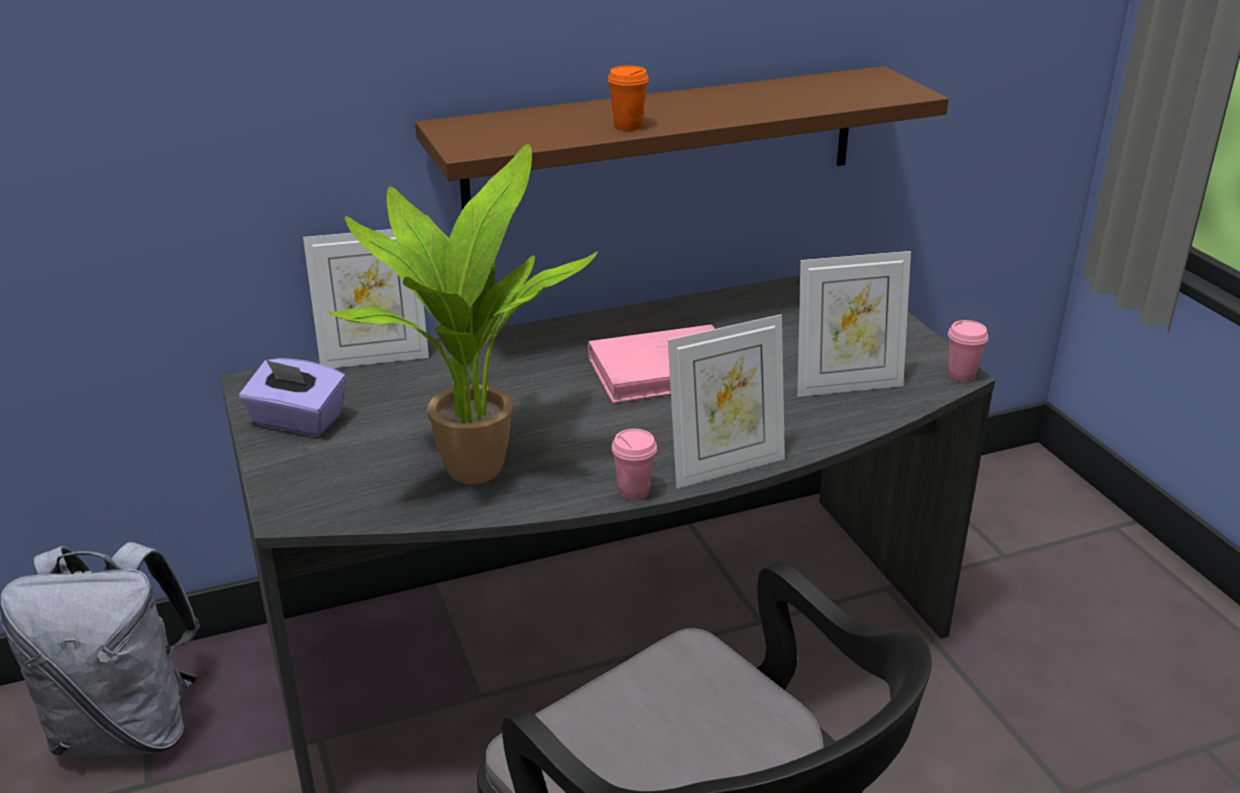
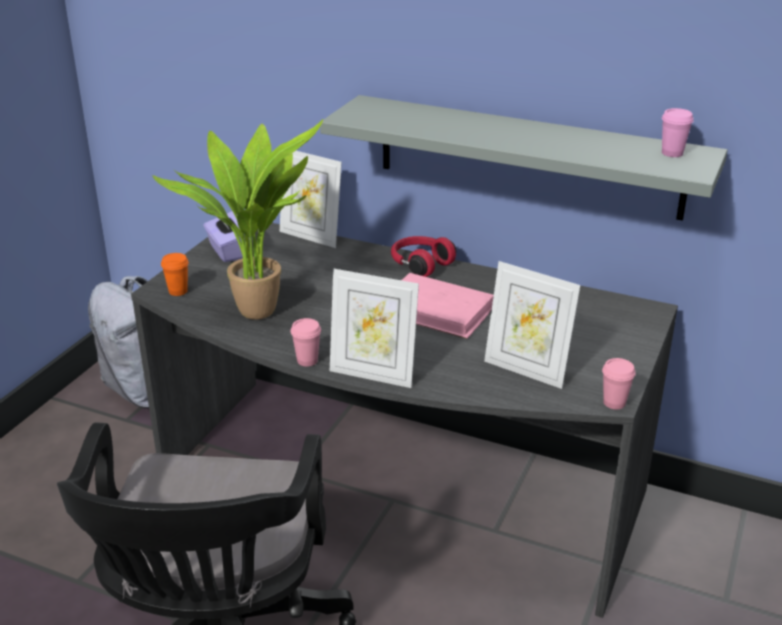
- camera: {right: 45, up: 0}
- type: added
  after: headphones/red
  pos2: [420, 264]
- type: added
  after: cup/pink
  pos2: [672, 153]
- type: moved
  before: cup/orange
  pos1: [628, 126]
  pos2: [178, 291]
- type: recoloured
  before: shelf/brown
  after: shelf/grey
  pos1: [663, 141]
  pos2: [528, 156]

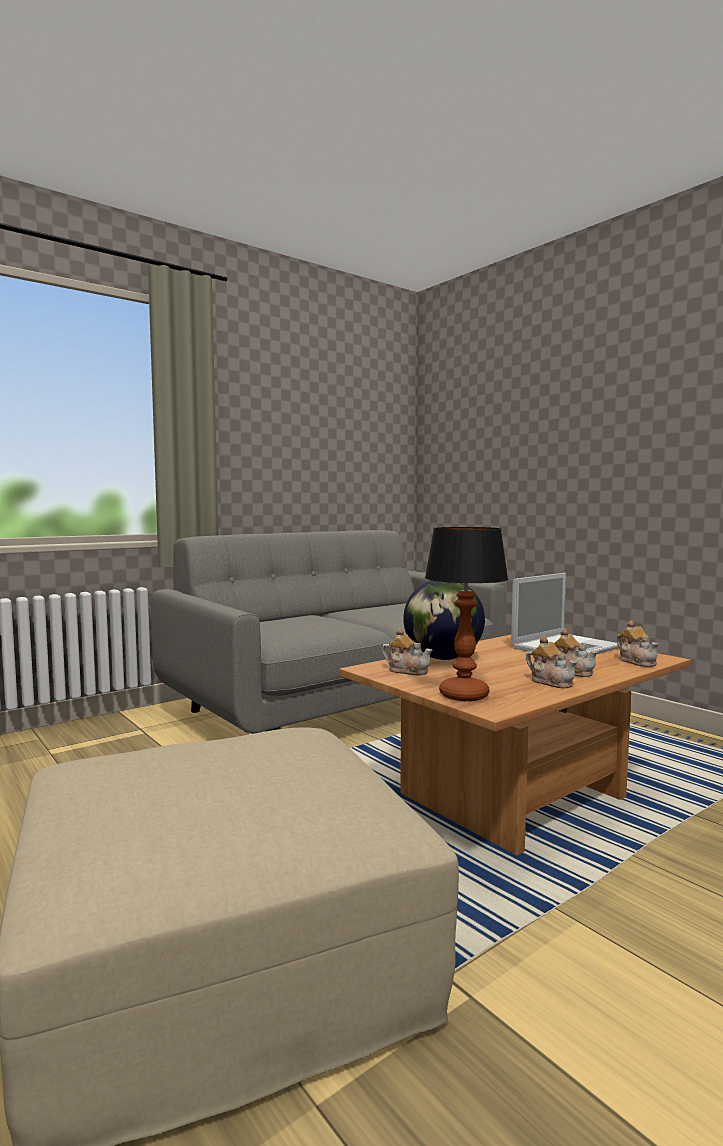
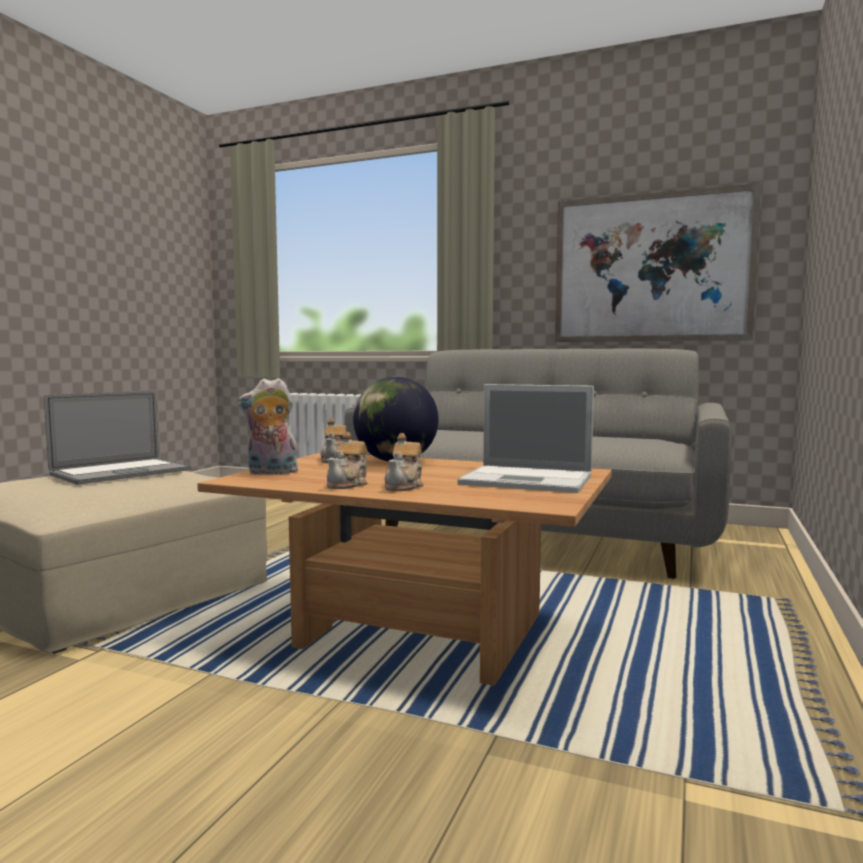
- camera: {right: 60, up: 0}
- type: removed
  before: teapot
  pos1: [637, 662]
- type: added
  after: laptop
  pos2: [121, 472]
- type: added
  after: picture
  pos2: [651, 268]
- type: replaced
  before: table lamp
  after: plush toy
  pos1: [463, 695]
  pos2: [271, 473]

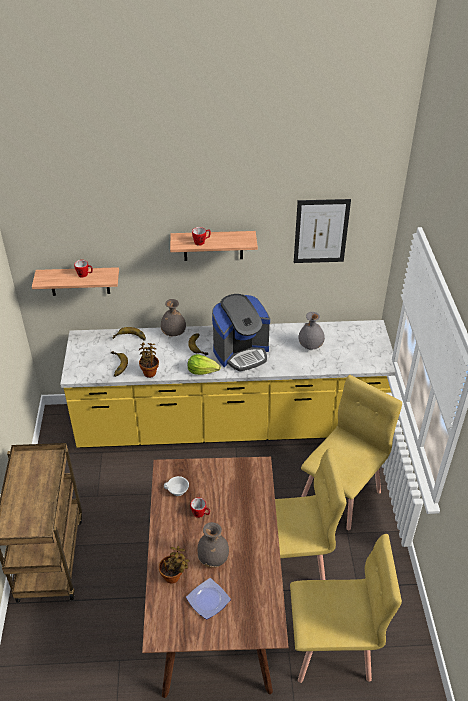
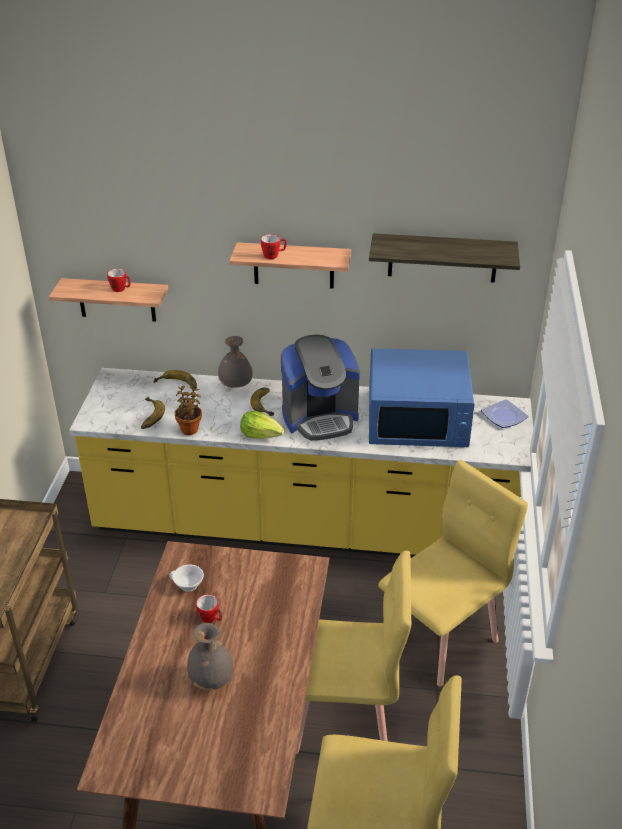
- camera: {right: 10, up: -5}
- type: removed
  before: potted plant
  pos1: [174, 577]
- type: moved
  before: plate
  pos1: [208, 599]
  pos2: [504, 416]
- type: replaced
  before: picture
  after: shelf
  pos1: [321, 231]
  pos2: [442, 258]
- type: replaced
  before: vase/grey
  after: microwave/blue
  pos1: [310, 345]
  pos2: [418, 420]

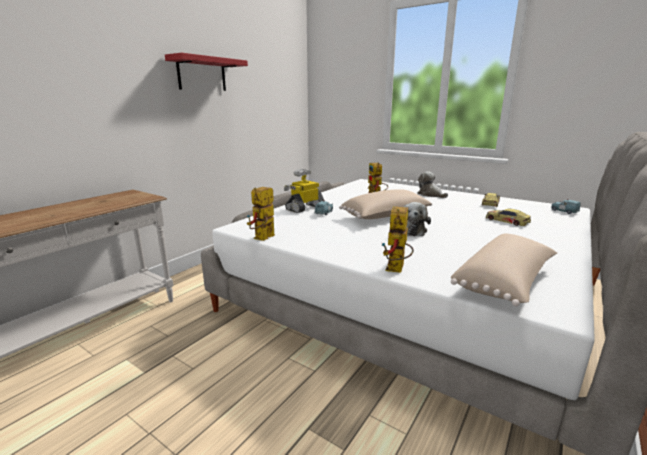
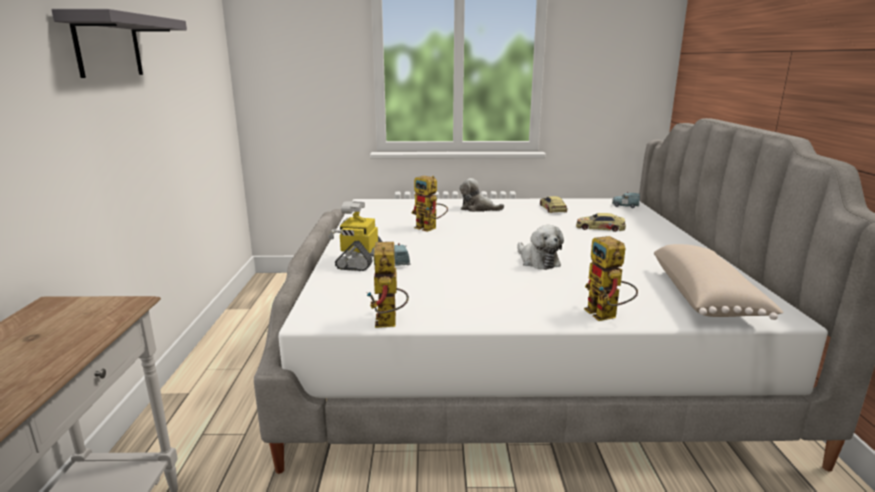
- camera: {right: -35, up: 0}
- type: removed
  before: pillow/beige
  pos1: [386, 217]
- type: recoloured
  before: shelf/red
  after: shelf/grey
  pos1: [202, 74]
  pos2: [108, 46]

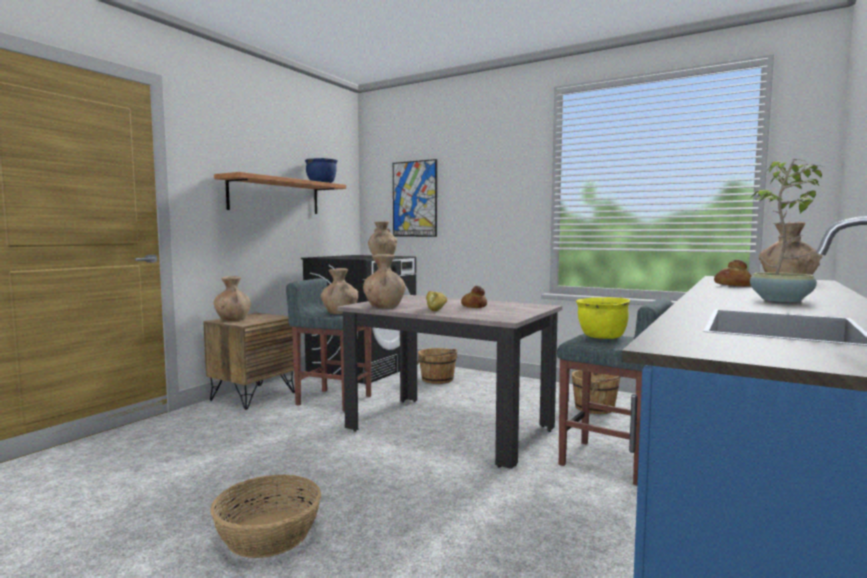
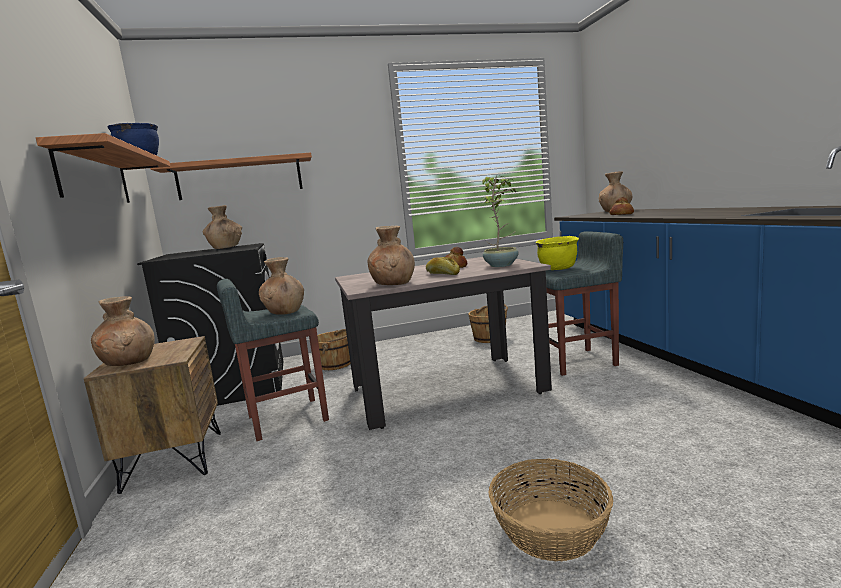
- camera: {right: -45, up: 5}
- type: moved
  before: potted plant
  pos1: [782, 300]
  pos2: [502, 265]
- type: replaced
  before: picture
  after: shelf
  pos1: [414, 199]
  pos2: [240, 178]

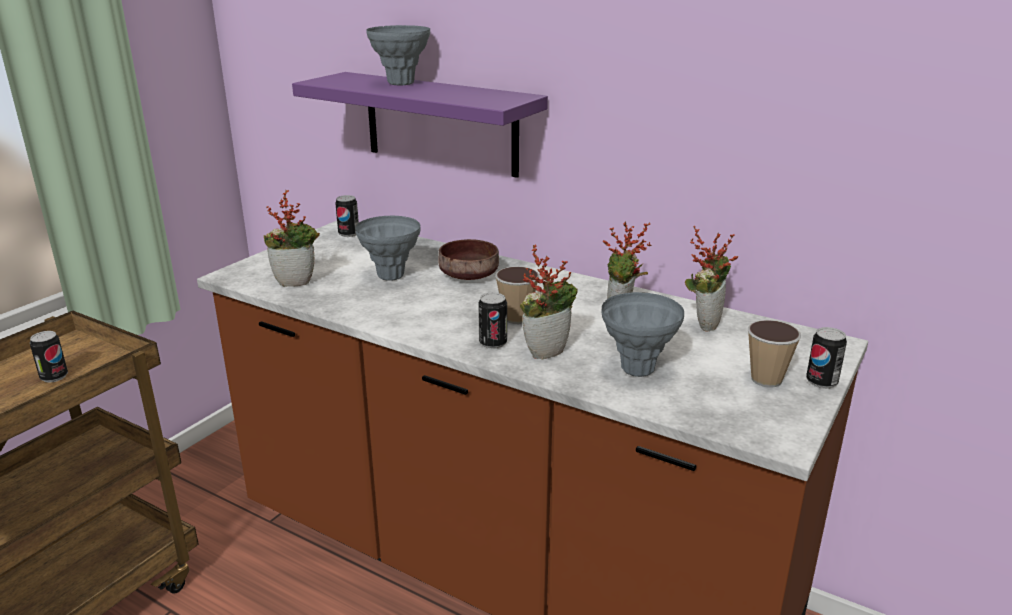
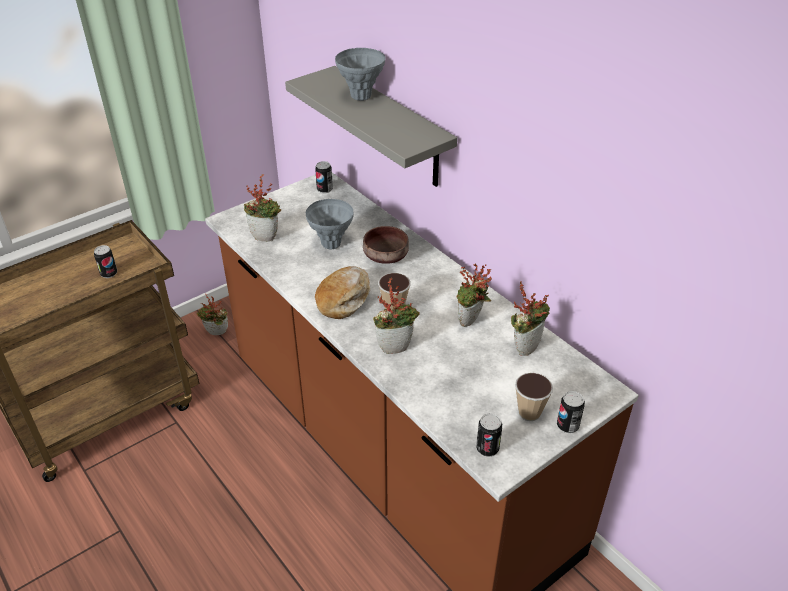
- camera: {right: 20, up: 15}
- type: removed
  before: vase/grey
  pos1: [637, 369]
- type: added
  after: potted plant
  pos2: [216, 334]
- type: added
  after: bread
  pos2: [344, 299]
- type: moved
  before: can
  pos1: [493, 343]
  pos2: [487, 448]
- type: recoloured
  before: shelf/purple
  after: shelf/grey
  pos1: [440, 123]
  pos2: [391, 128]

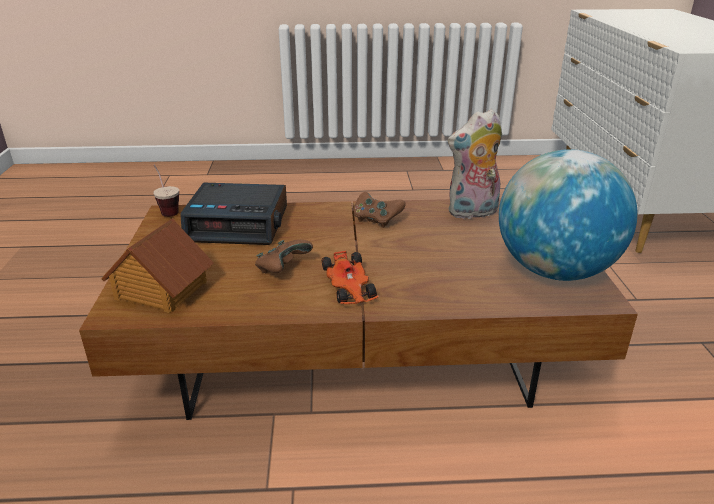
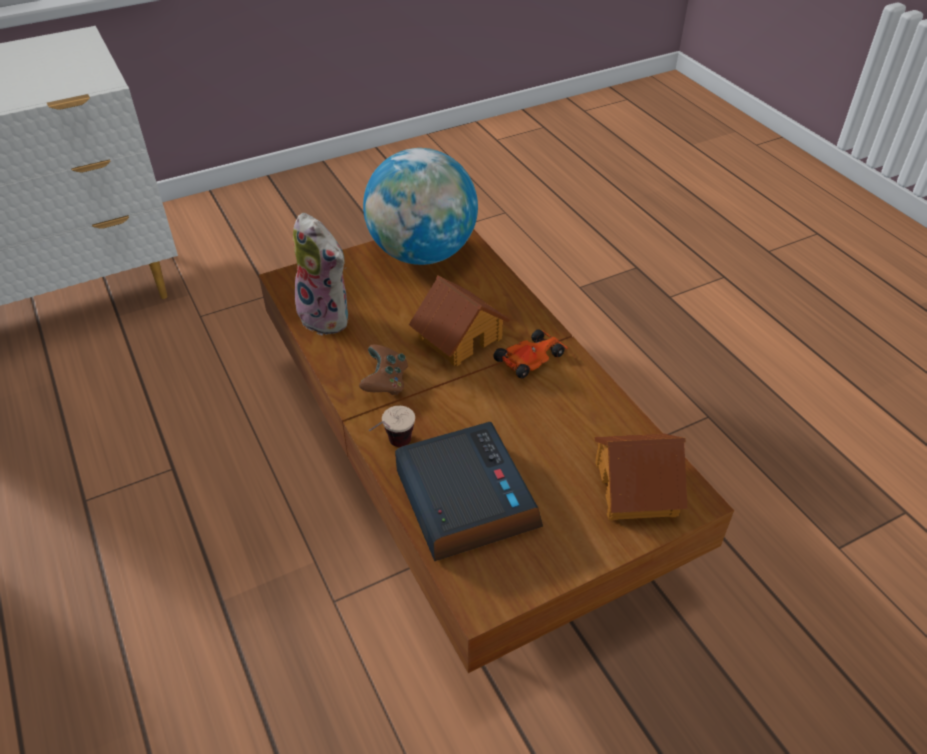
- camera: {right: -115, up: 15}
- type: removed
  before: game controller/brown
  pos1: [283, 269]
- type: added
  after: toy house
  pos2: [459, 337]
- type: moved
  before: cup
  pos1: [167, 209]
  pos2: [392, 448]

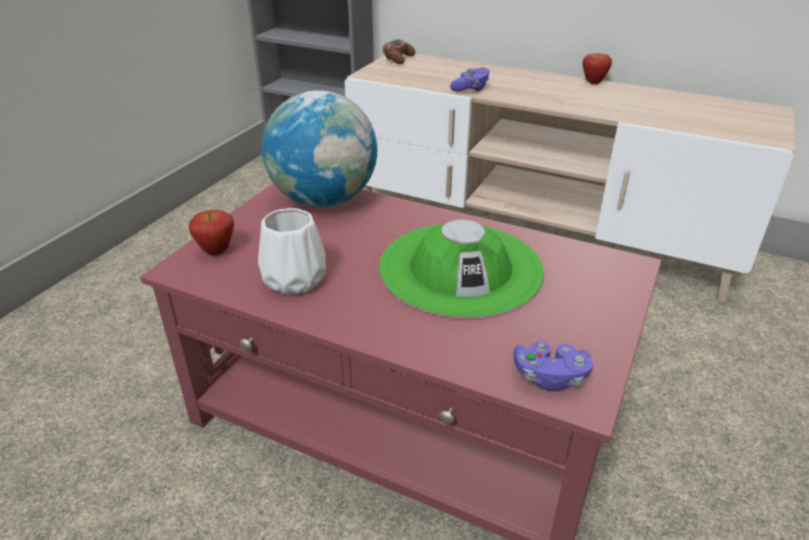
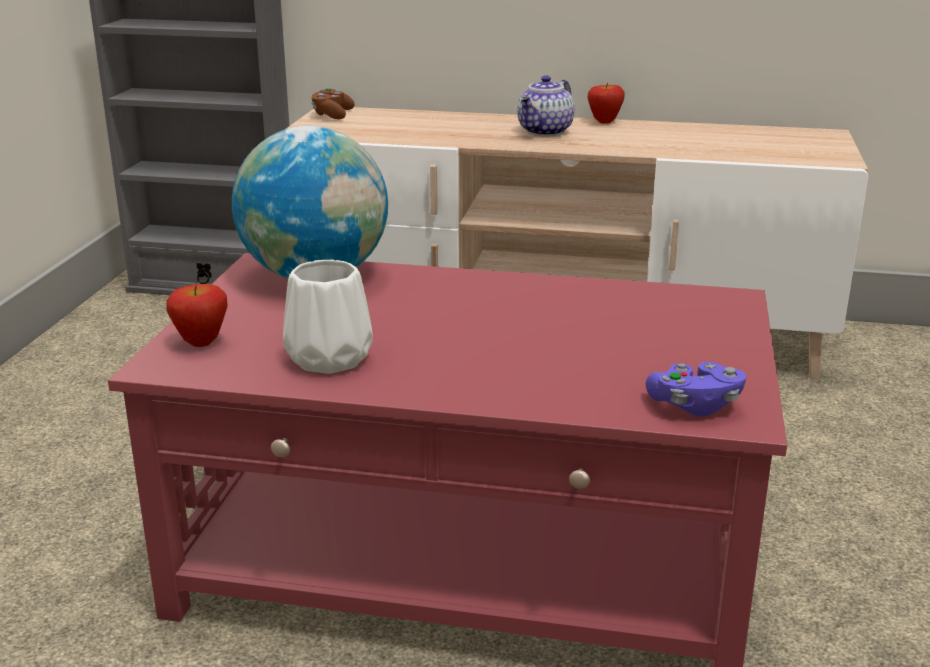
- camera: {right: -15, up: -10}
- type: removed
  before: hat/green
  pos1: [460, 268]
- type: removed
  before: game controller/purple
  pos1: [471, 89]
- type: added
  after: teapot
  pos2: [546, 132]

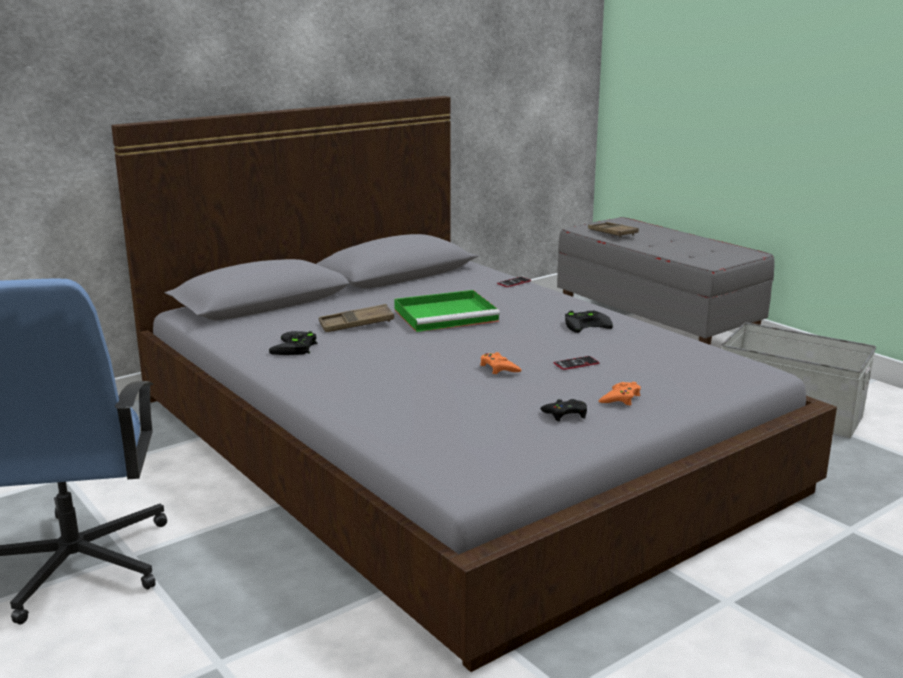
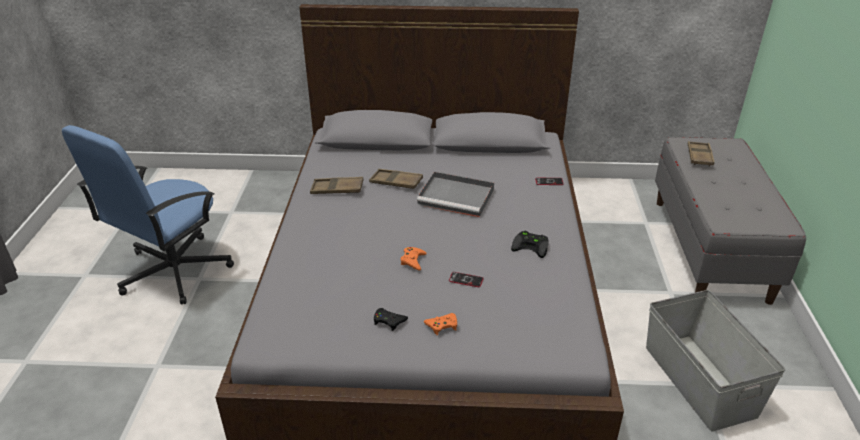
- camera: {right: 40, up: 15}
- type: replaced
  before: game controller/black
  after: tray/brown
  pos1: [295, 348]
  pos2: [337, 189]
- type: recoloured
  before: tray/green
  after: tray/grey
  pos1: [447, 315]
  pos2: [457, 197]

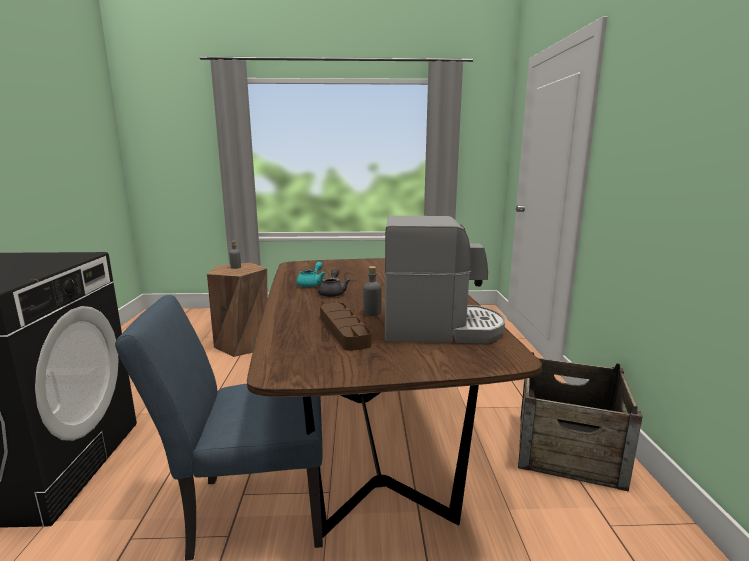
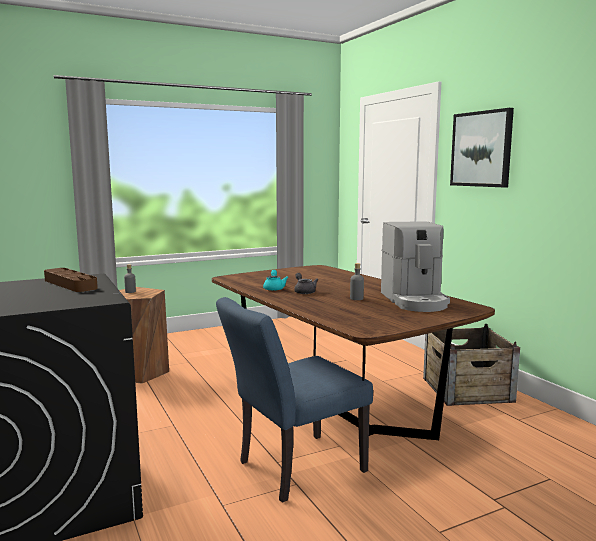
- camera: {right: -25, up: -5}
- type: added
  after: picture
  pos2: [481, 149]
- type: moved
  before: tray/brown
  pos1: [343, 330]
  pos2: [70, 284]
- type: turned
  before: coffee machine
  pos1: [440, 329]
  pos2: [415, 301]
  turn: 105

